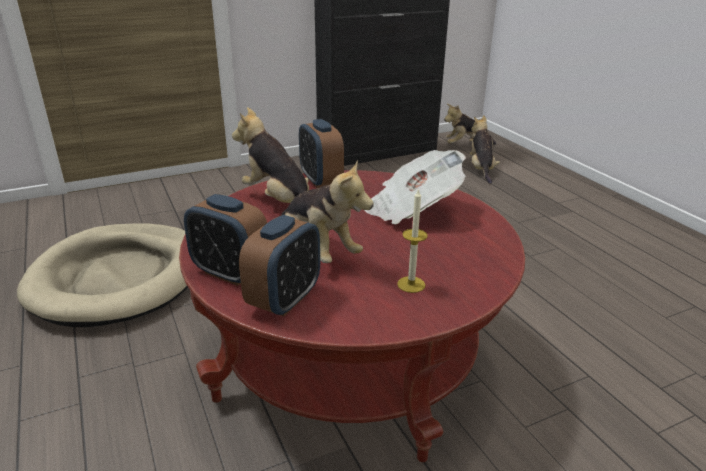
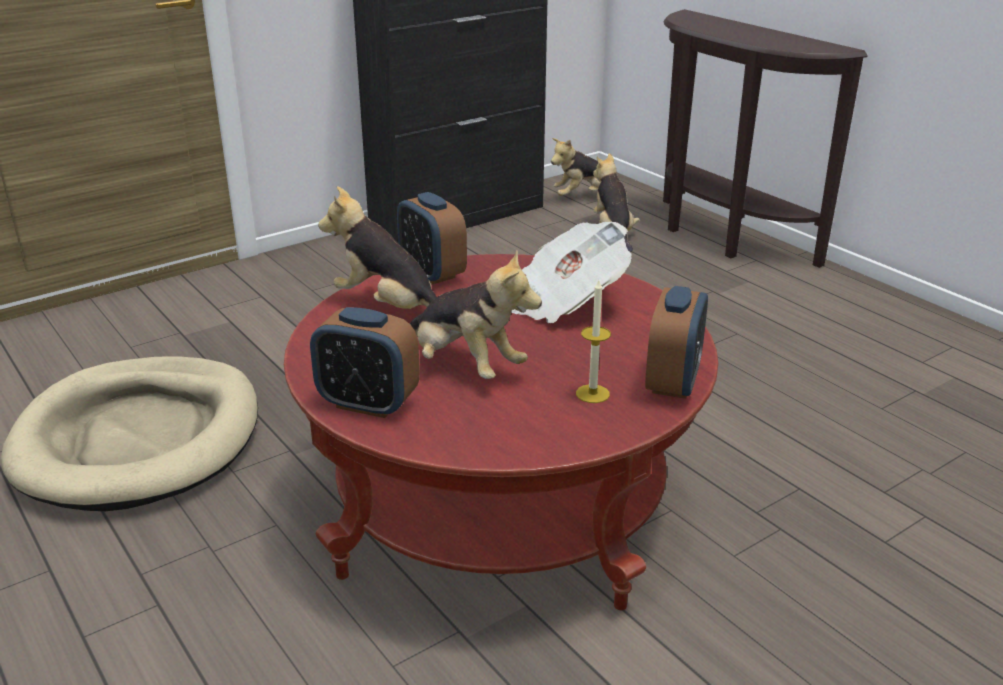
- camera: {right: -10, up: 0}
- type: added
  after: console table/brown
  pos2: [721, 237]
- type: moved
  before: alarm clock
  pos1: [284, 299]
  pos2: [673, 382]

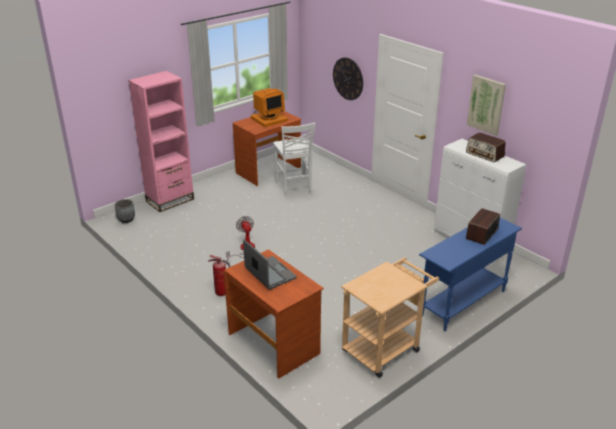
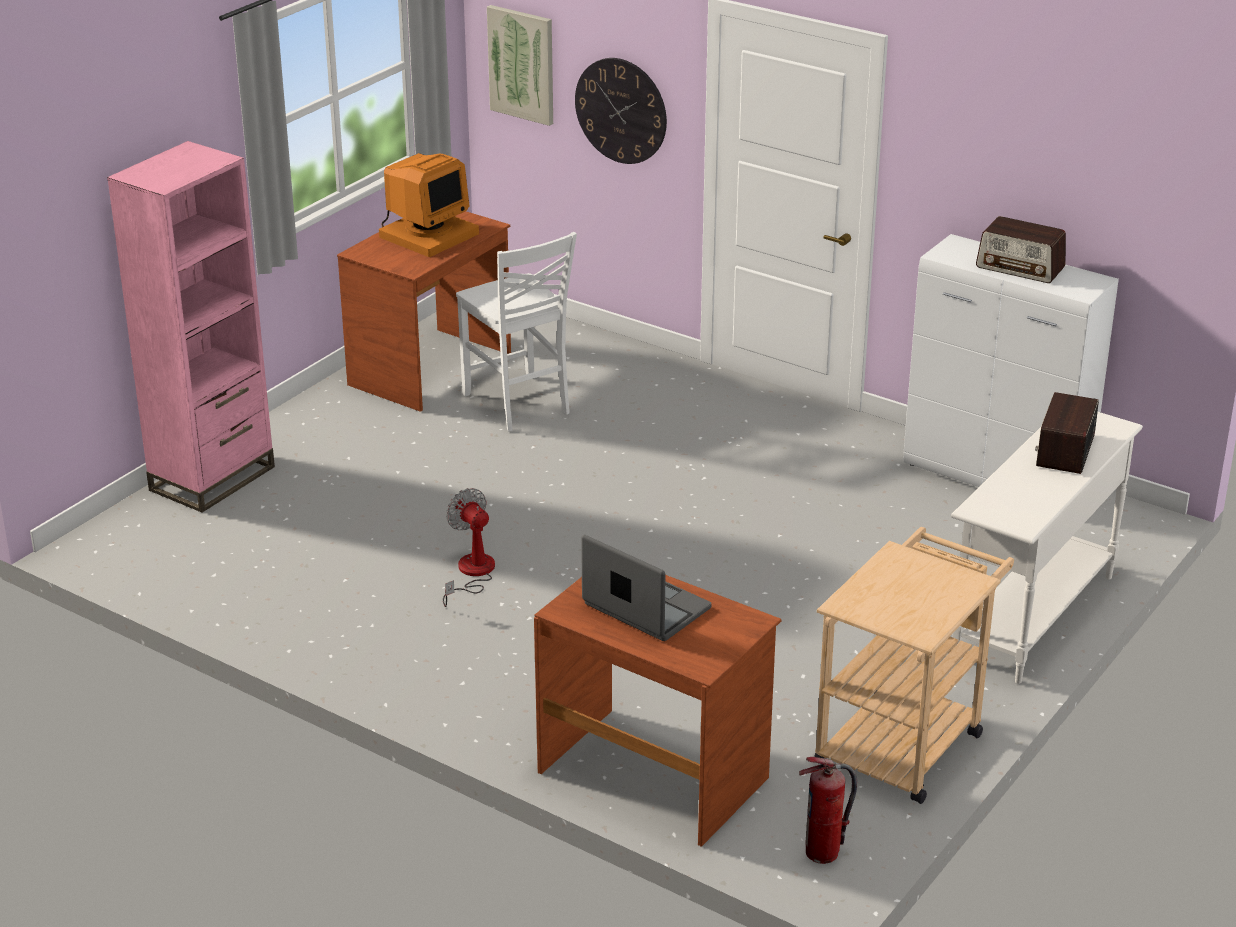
- camera: {right: -15, up: 0}
- type: removed
  before: planter/grey
  pos1: [126, 220]
- type: moved
  before: fire extinguisher
  pos1: [221, 292]
  pos2: [823, 853]
- type: moved
  before: picture
  pos1: [486, 104]
  pos2: [522, 64]
- type: recoloured
  before: console table/blue
  after: console table/white
  pos1: [462, 303]
  pos2: [1032, 617]

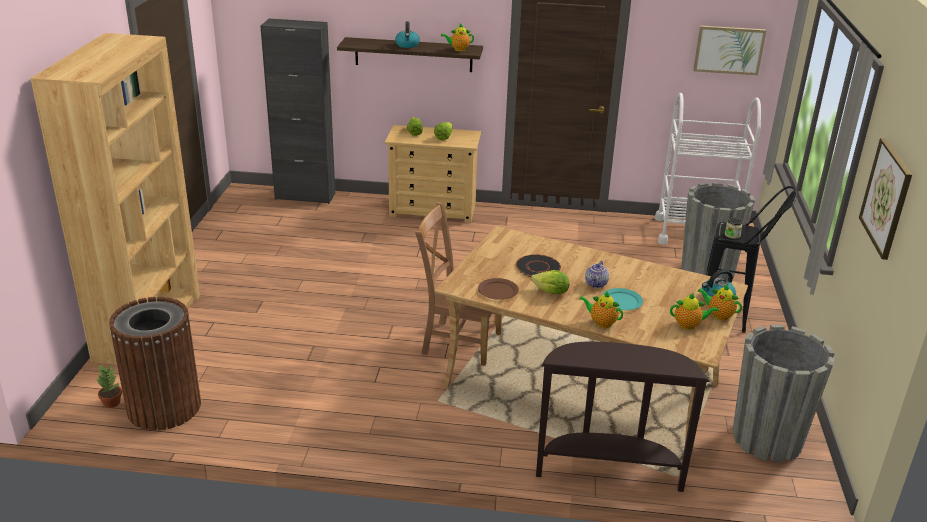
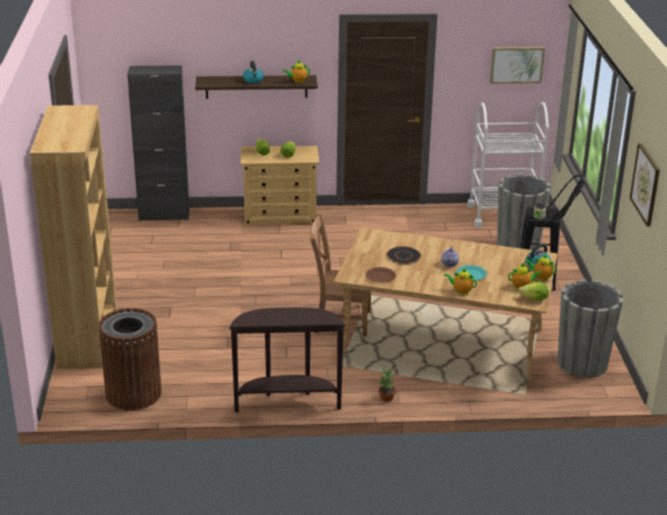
- camera: {right: -10, up: 0}
- type: moved
  before: potted plant
  pos1: [111, 402]
  pos2: [386, 398]
- type: moved
  before: lettuce
  pos1: [551, 292]
  pos2: [534, 299]
- type: moved
  before: console table/brown
  pos1: [608, 470]
  pos2: [287, 402]

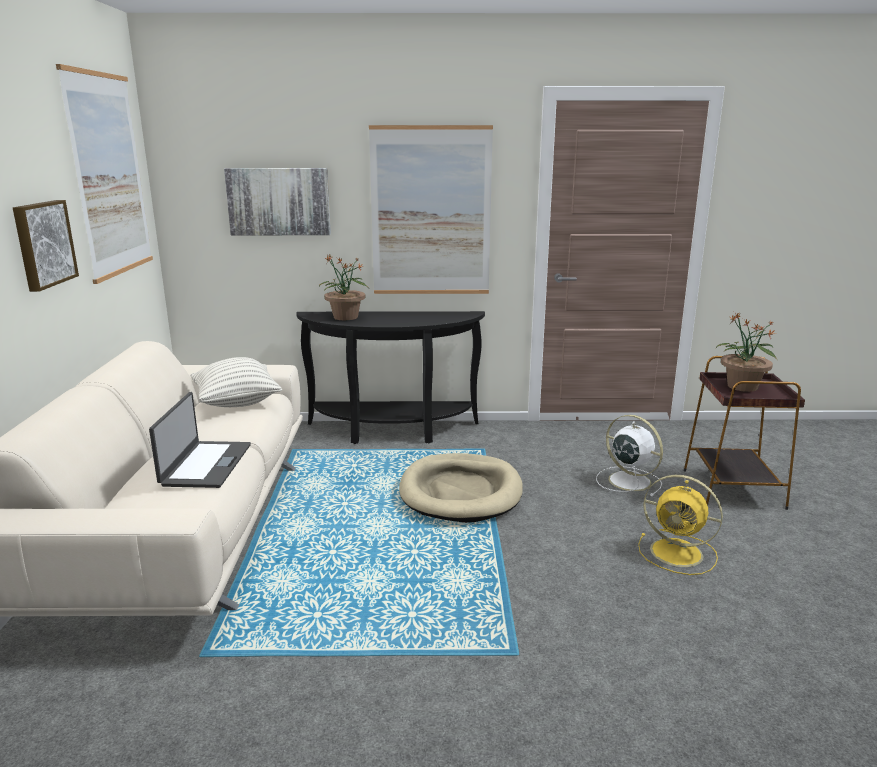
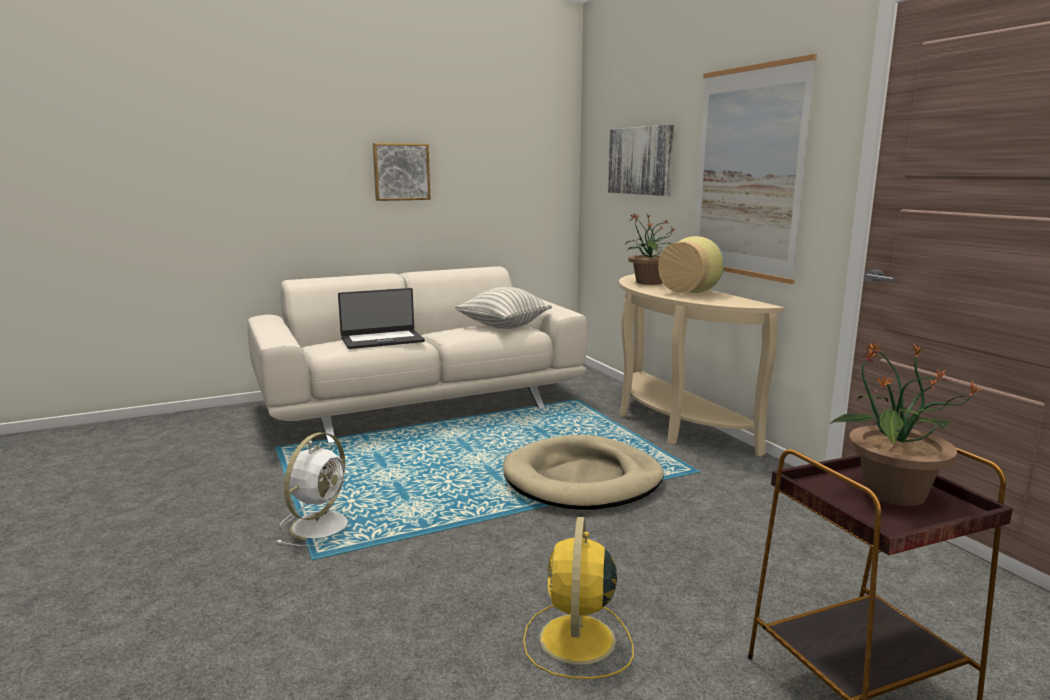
- camera: {right: 65, up: -5}
- type: removed
  before: picture
  pos1: [109, 175]
- type: added
  after: vase
  pos2: [692, 292]
- type: moved
  before: fan/white
  pos1: [627, 480]
  pos2: [322, 524]
- type: recoloured
  before: console table/black
  after: console table/beige
  pos1: [392, 432]
  pos2: [670, 424]

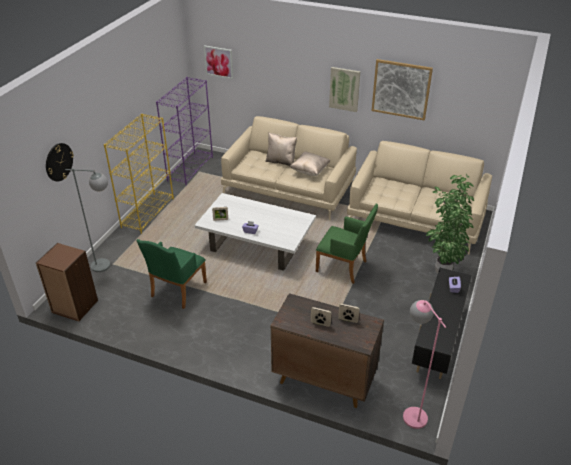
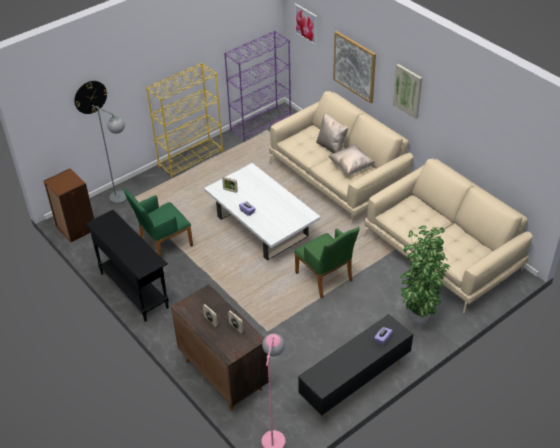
- camera: {right: 30, up: 5}
- type: added
  after: console table/black
  pos2: [134, 290]
- type: moved
  before: picture
  pos1: [401, 89]
  pos2: [354, 66]

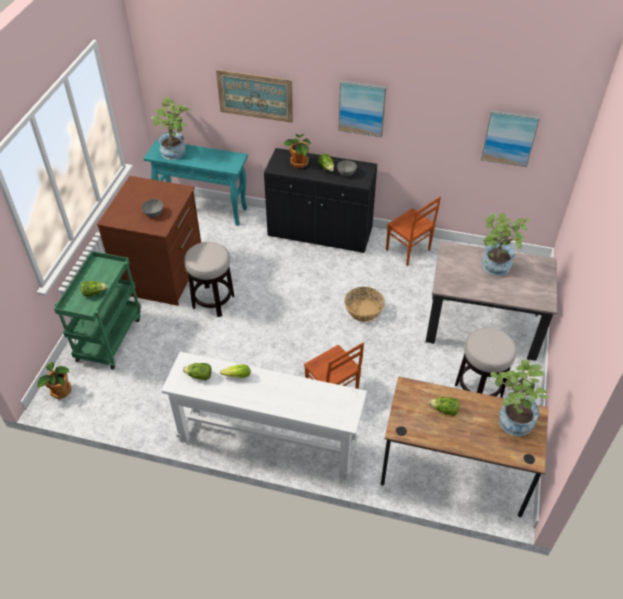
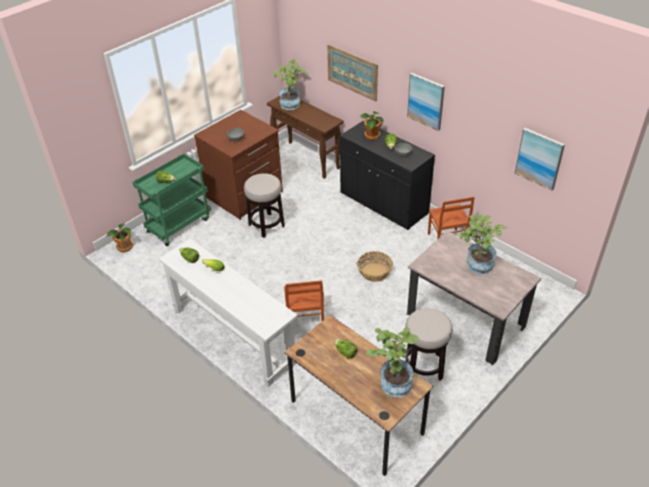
- camera: {right: 30, up: -5}
- type: recoloured
  before: console table/turquoise
  after: console table/brown
  pos1: [204, 210]
  pos2: [307, 160]

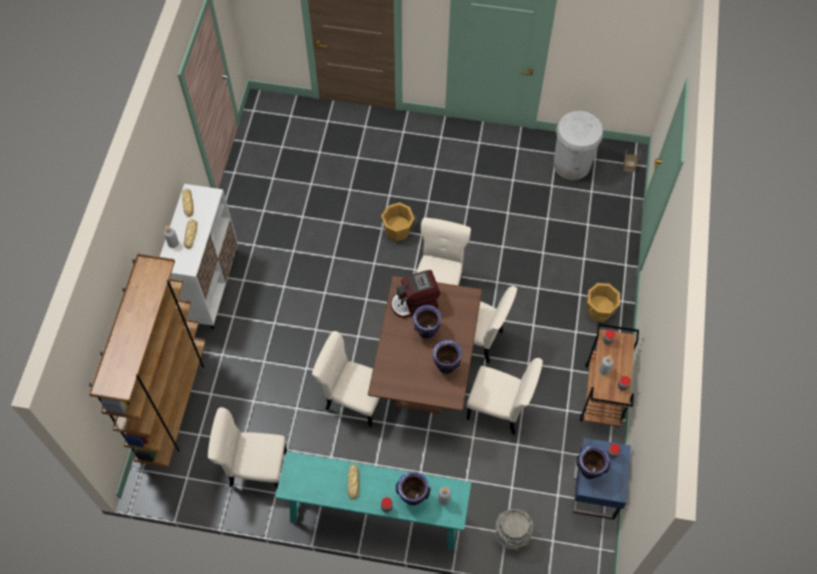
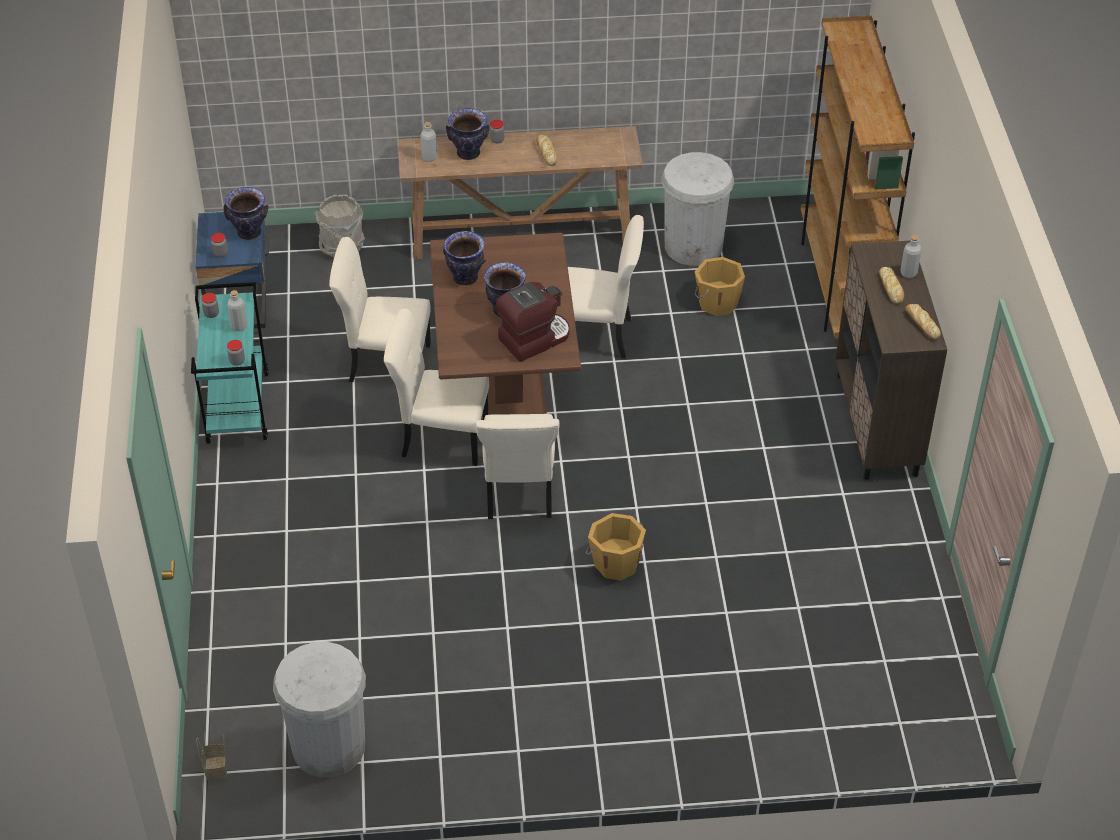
- camera: {right: 165, up: -15}
- type: moved
  before: bucket/orange
  pos1: [599, 311]
  pos2: [717, 302]
- type: replaced
  before: chair/beige
  after: trash can/white
  pos1: [255, 468]
  pos2: [693, 246]
- type: recoloured
  before: cabinet/white
  after: cabinet/brown
  pos1: [209, 286]
  pos2: [876, 425]
- type: recoloured
  before: console table/turquoise
  after: console table/brown
  pos1: [374, 514]
  pos2: [522, 233]
- type: recoloured
  before: cart/brown
  after: cart/turquoise
  pos1: [602, 396]
  pos2: [237, 407]

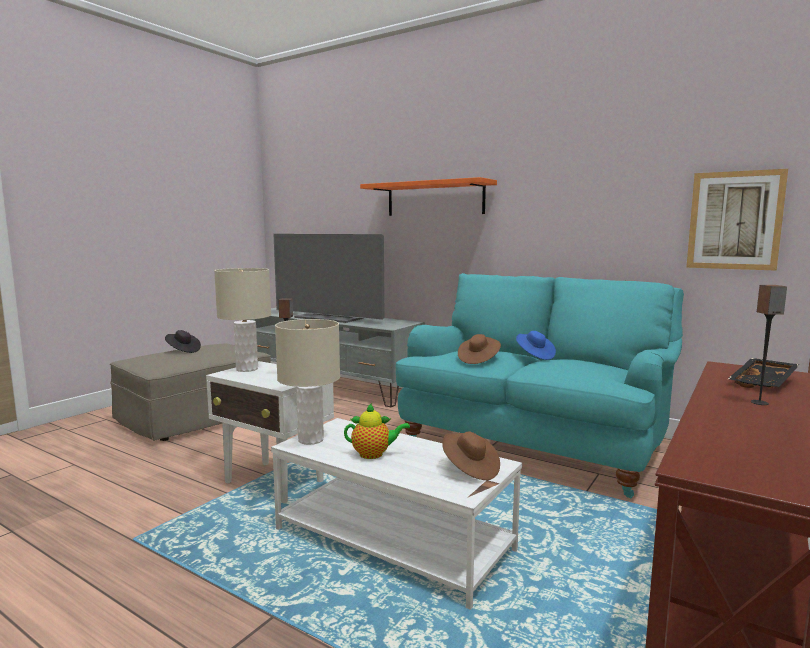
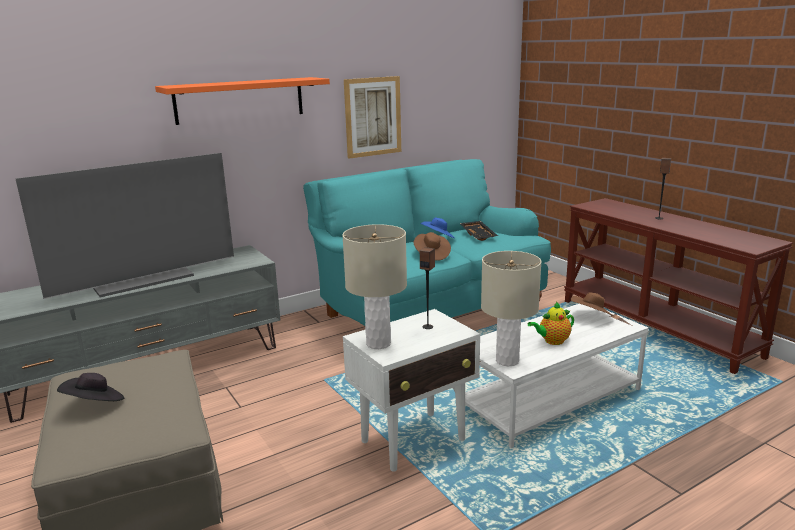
- camera: {right: -65, up: 10}
- type: moved
  before: picture
  pos1: [734, 220]
  pos2: [373, 117]
- type: moved
  before: tray/black
  pos1: [764, 383]
  pos2: [479, 235]
- type: turned
  before: teapot
  pos1: [374, 454]
  pos2: [552, 341]
  turn: -135

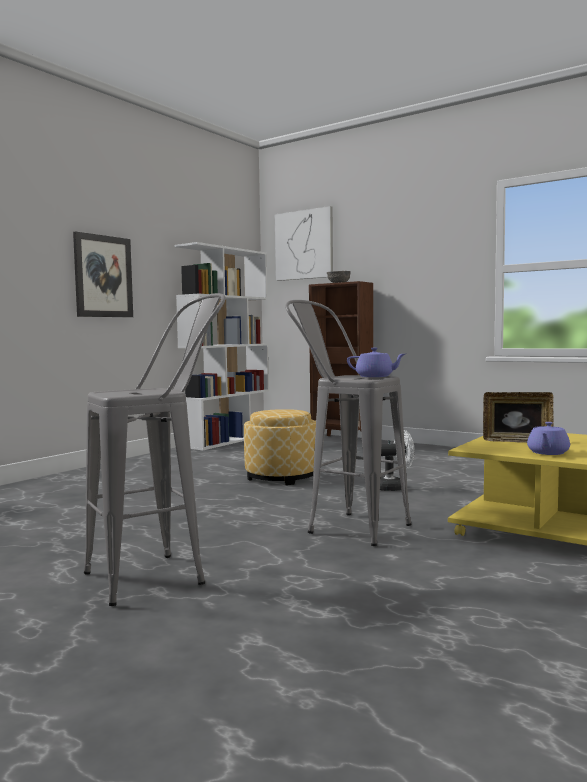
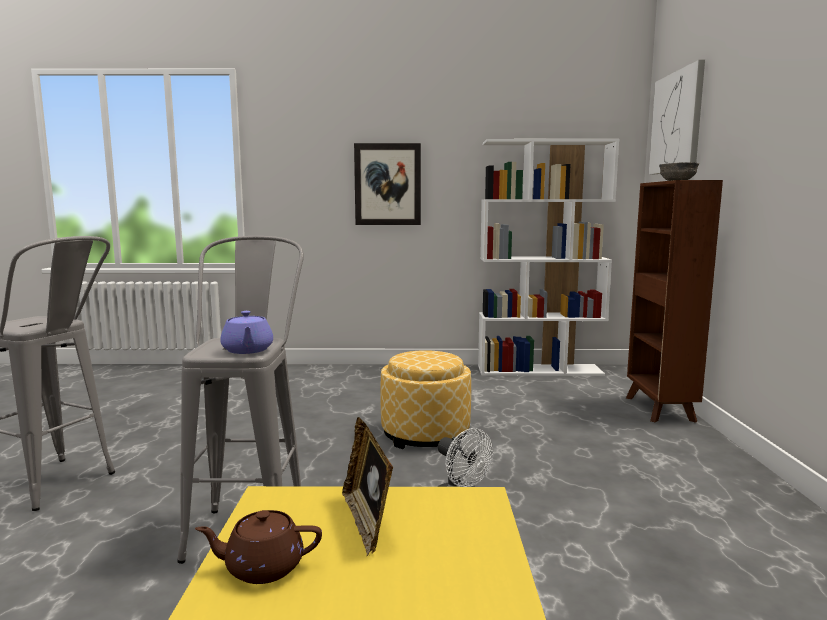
- camera: {right: 55, up: 5}
- type: recoloured
  before: teapot/purple
  after: teapot/brown
  pos1: [547, 453]
  pos2: [262, 567]

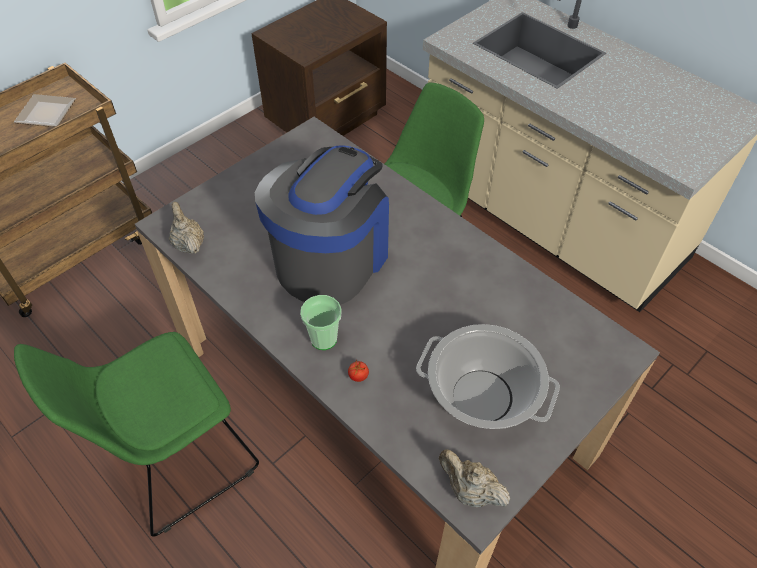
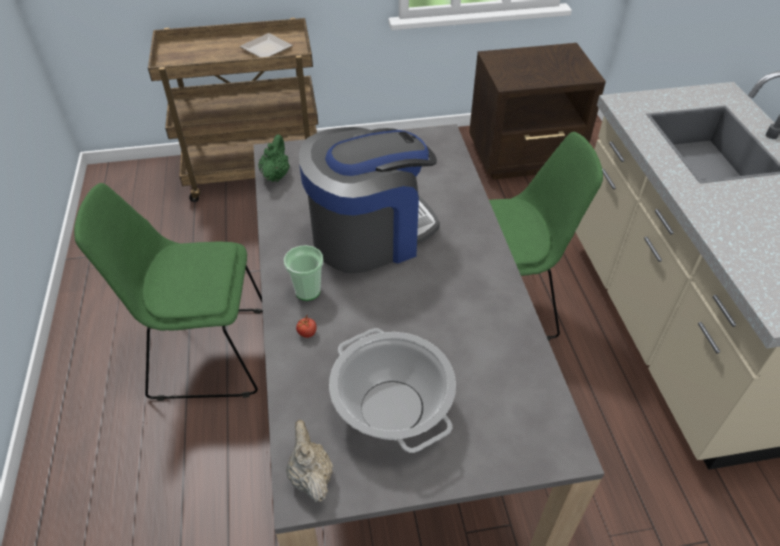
- camera: {right: 35, up: -5}
- type: recoloured
  before: teapot/beige
  after: teapot/green
  pos1: [189, 244]
  pos2: [275, 175]

